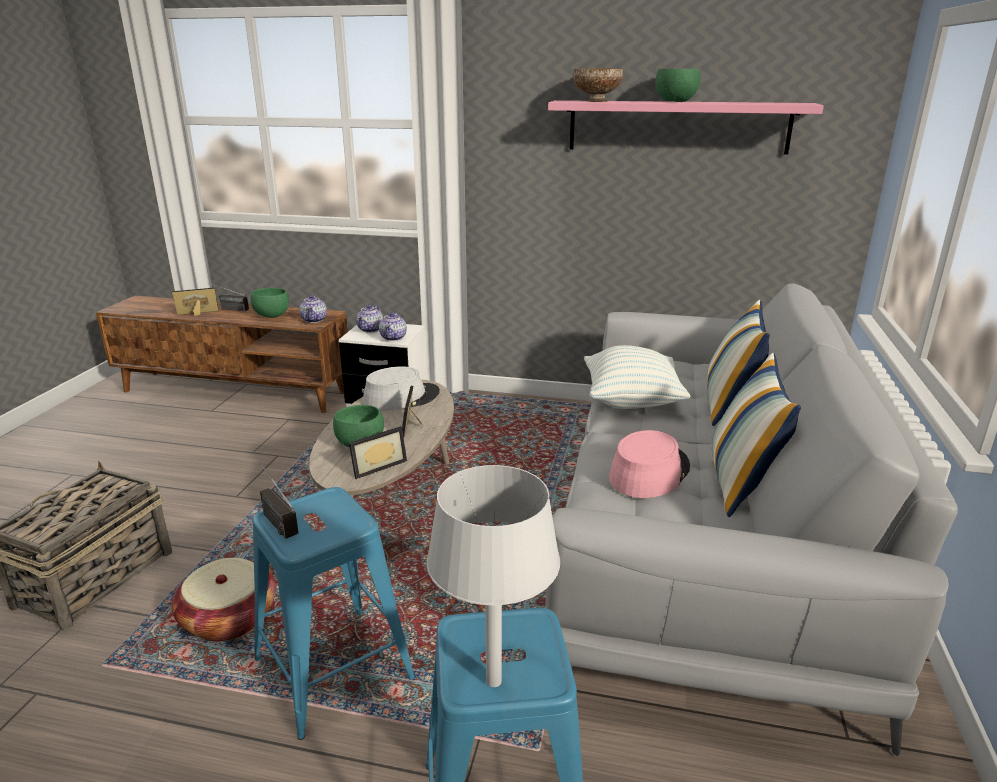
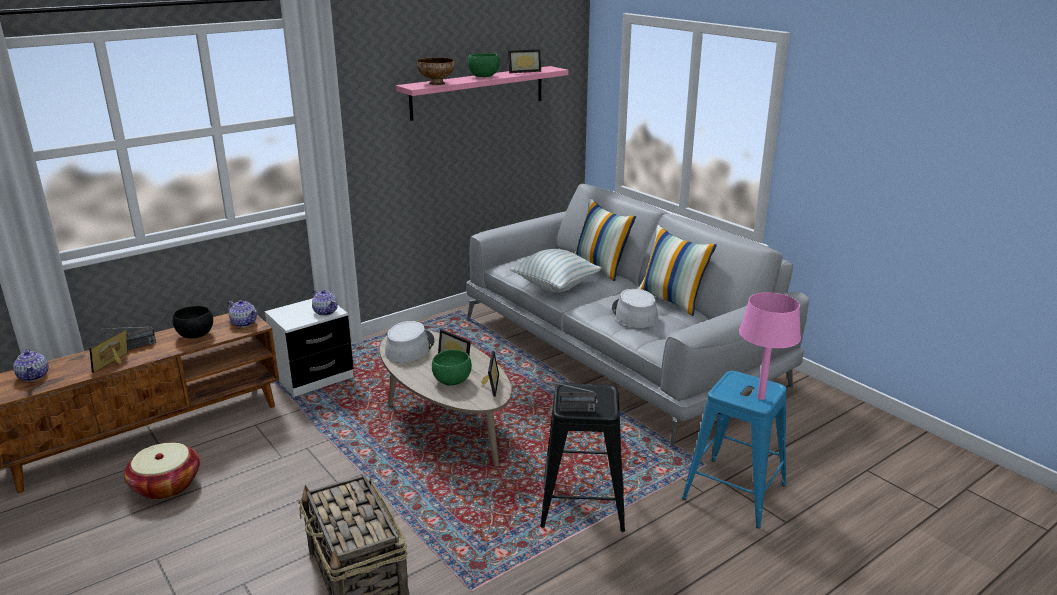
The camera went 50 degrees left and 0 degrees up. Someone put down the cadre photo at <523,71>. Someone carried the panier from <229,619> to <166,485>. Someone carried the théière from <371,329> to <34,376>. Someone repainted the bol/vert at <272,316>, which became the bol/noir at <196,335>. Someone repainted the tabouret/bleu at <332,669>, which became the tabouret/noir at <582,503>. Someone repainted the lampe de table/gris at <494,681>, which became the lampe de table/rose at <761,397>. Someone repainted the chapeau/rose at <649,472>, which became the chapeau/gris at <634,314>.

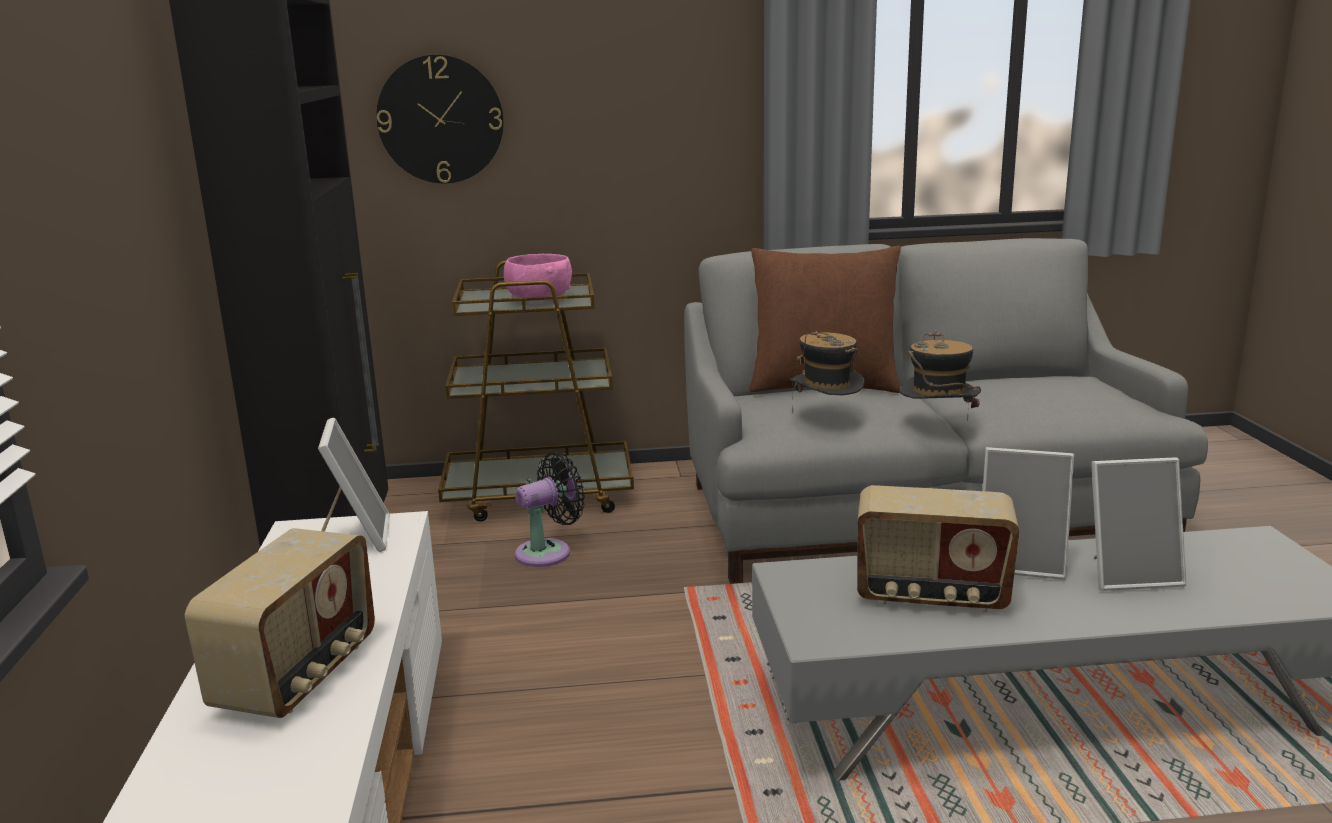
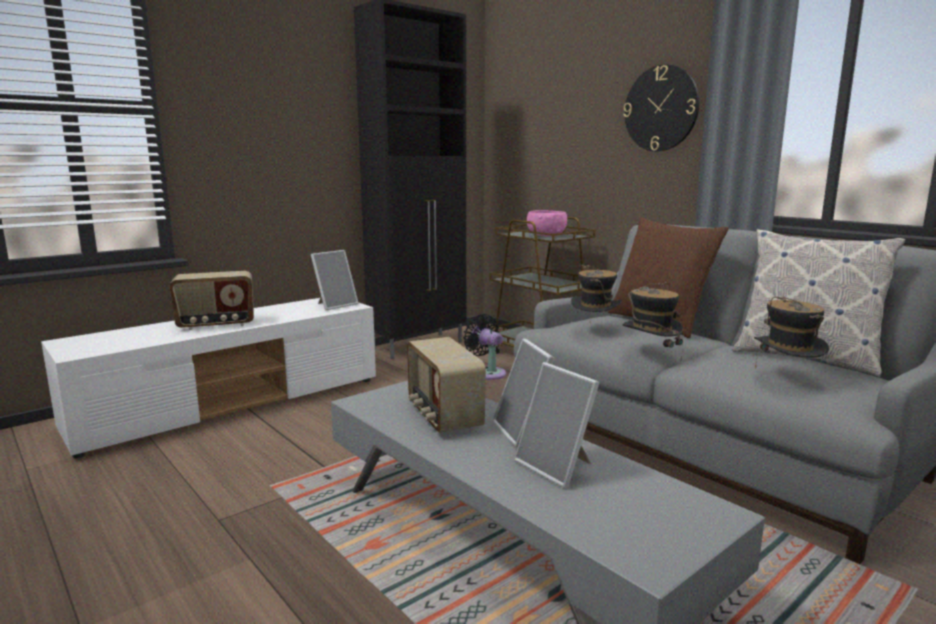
The camera went 55 degrees right and 5 degrees down. Someone put down the coussin at <805,358>. Someone put down the chapeau at <785,379>. Someone carried the horloge murale from <440,119> to <661,108>. Someone rotated the ventilateur/noir at <548,552> by 150 degrees counterclockwise.

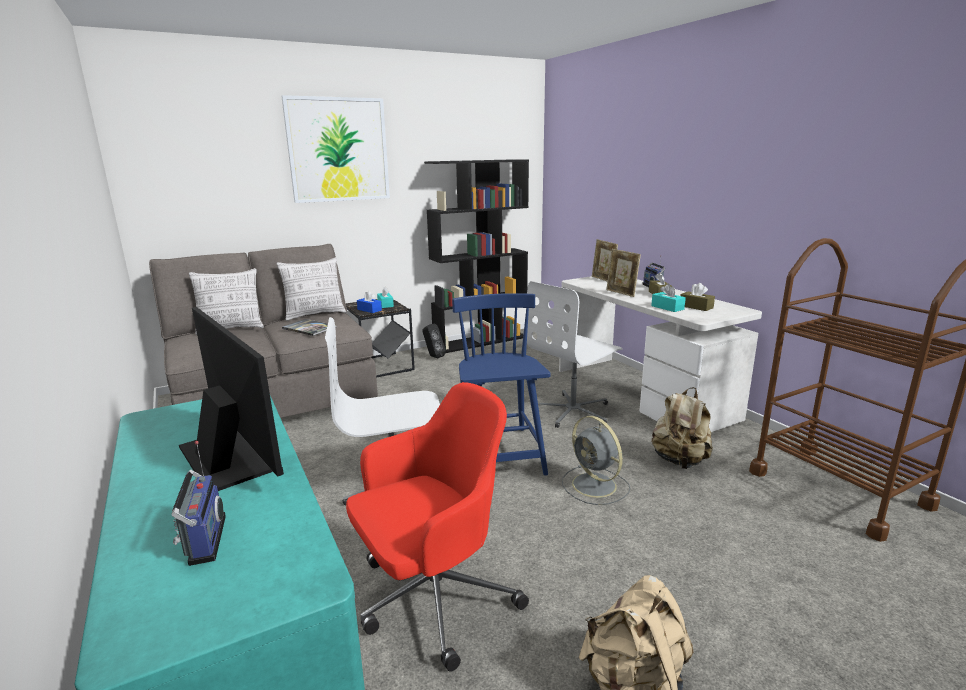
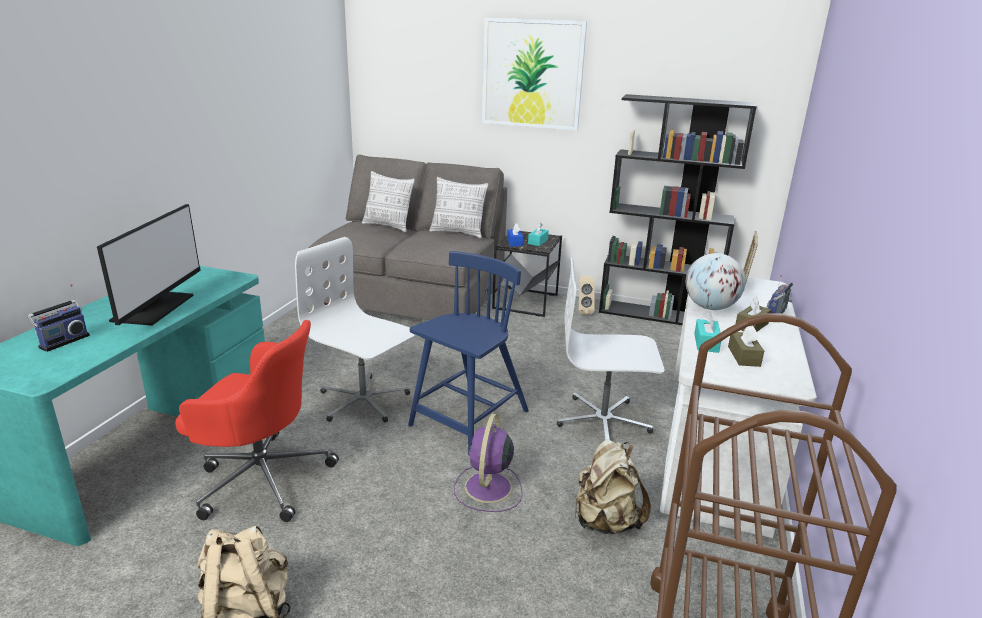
The camera went 45 degrees right and 5 degrees up. Someone took away the livre at <309,328>. Someone swapped the cadre photo at <621,293> for the globe at <710,307>. Someone repainted the enceinte/noir at <433,356>, which became the enceinte/beige at <583,311>. Someone repainted the ventilateur/gris at <595,486>, which became the ventilateur/violet at <488,488>.

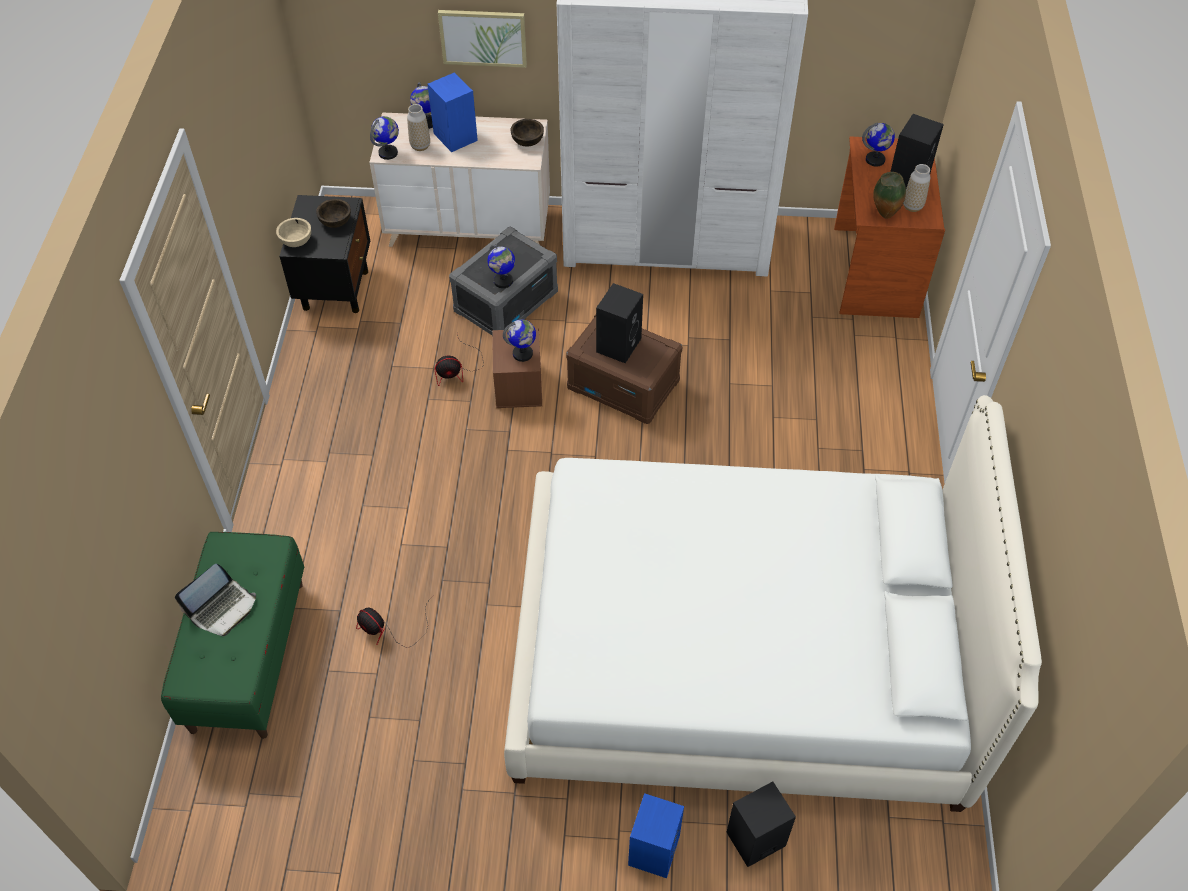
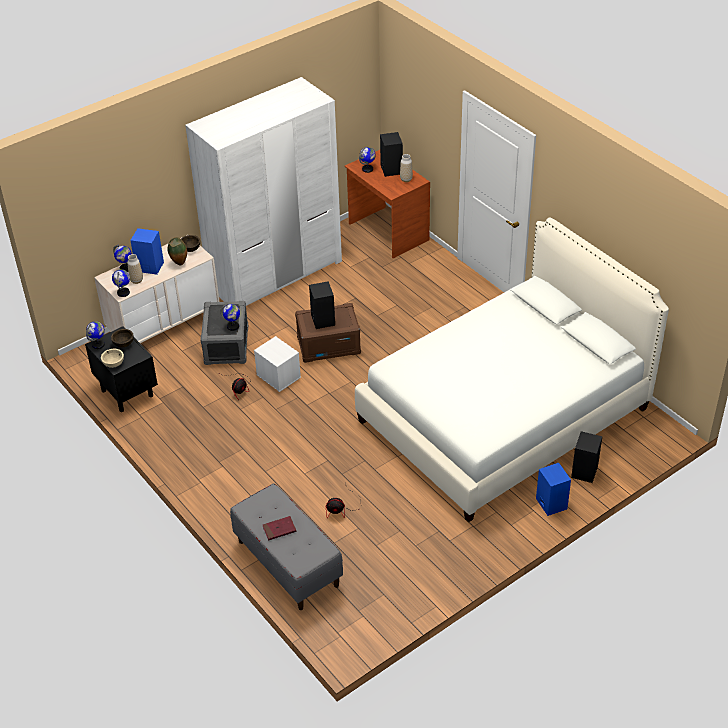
The camera went 40 degrees left and 10 degrees down. Someone took away the tableau at <483,37>. Someone carried the globe from <523,354> to <98,344>. Someone carried the vase from <884,216> to <179,264>. Someone swapped the ordinateur portable at <222,608> for the livre/rouge at <279,529>. Someone repainted the banc/vert at <247,655>, which became the banc/gris at <287,563>. Someone repainted the boîte de rangement/marron at <517,385>, which became the boîte de rangement/blanc at <278,376>.

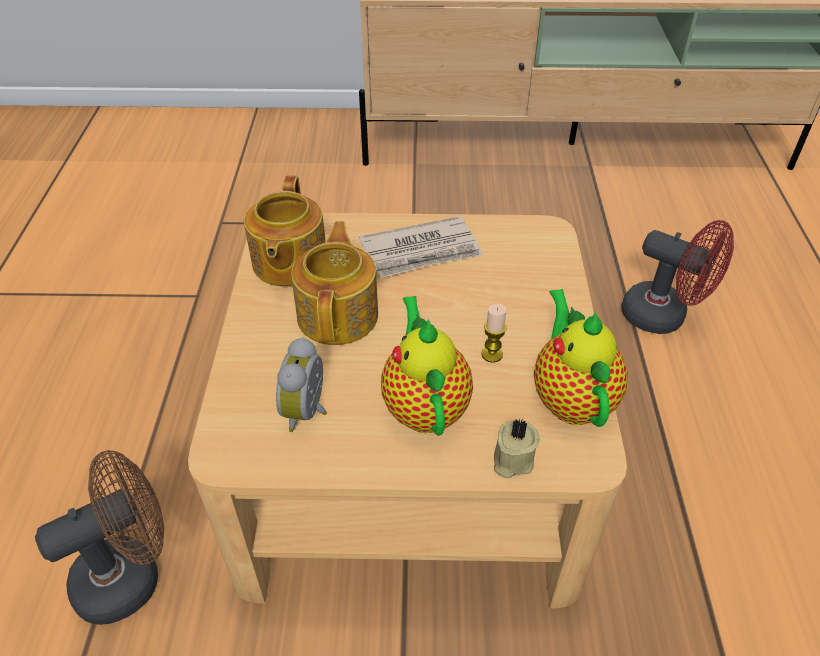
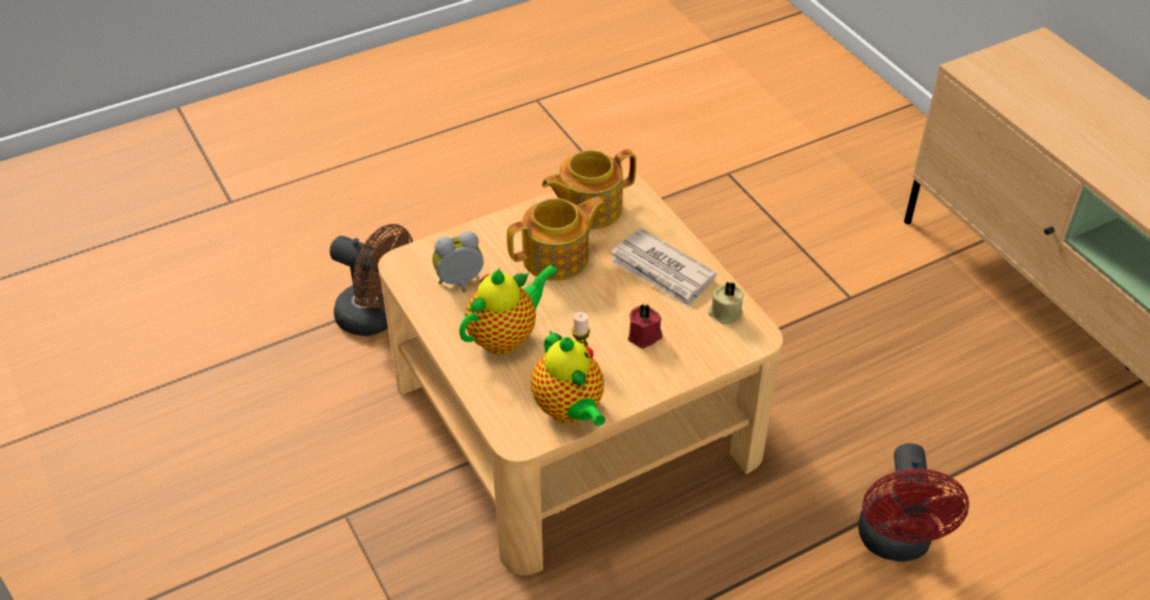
The camera went 60 degrees right and 0 degrees up. Someone put down the bougie/rouge at <645,336>. Someone carried the bougie/beige from <511,460> to <725,313>. Someone rotated the théière at <571,397> by 105 degrees clockwise.

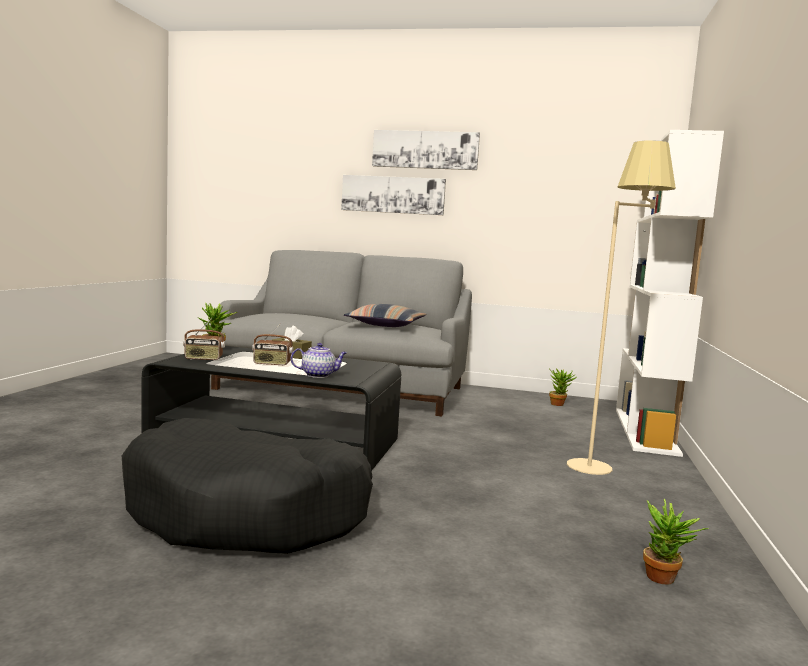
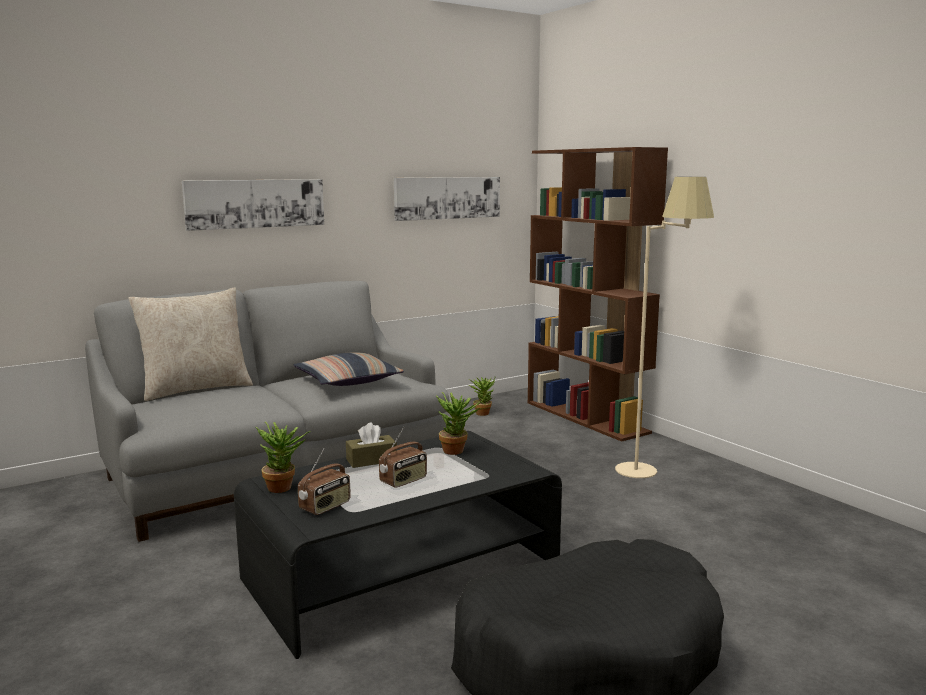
The camera went 45 degrees left and 5 degrees up. Someone took away the théière at <319,375>. Someone put down the coussin/beige at <196,389>. Someone carried the tableau from <425,150> to <447,198>. Someone carried the plante en pot from <666,580> to <457,451>. Someone repainted the bibliothèque/blanc at <646,431>, which became the bibliothèque/marron at <587,417>.

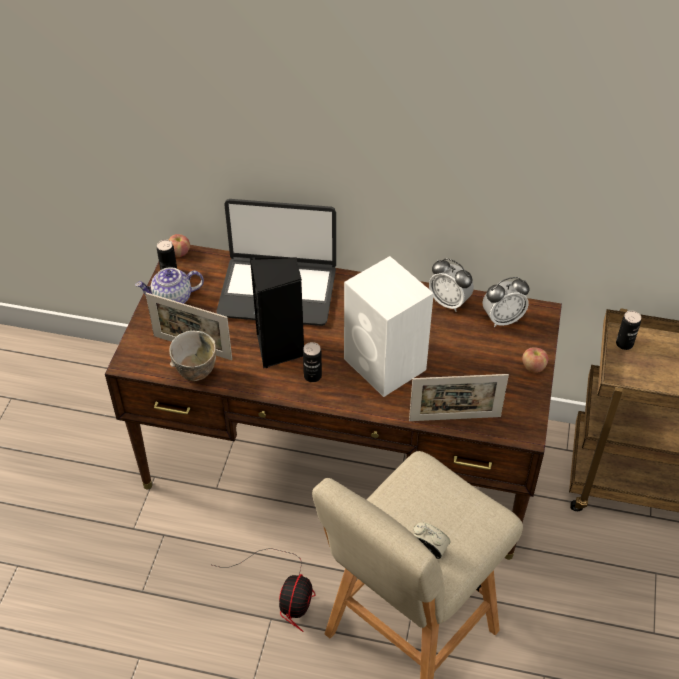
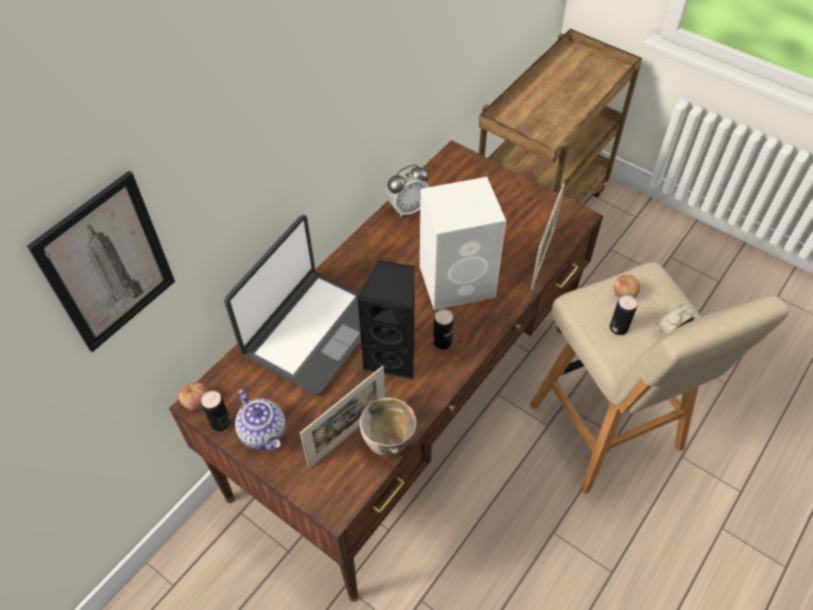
The camera went 65 degrees left and 5 degrees up. Someone took away the ventilateur at <285,593>. Someone took away the réveil at <502,319>. Someone put up the tableau at <108,264>. Someone carried the pomme from <533,367> to <624,294>. Someone carried the boîte métallique from <624,344> to <618,328>. Someone rotated the théière at <172,299> by 45 degrees counterclockwise.

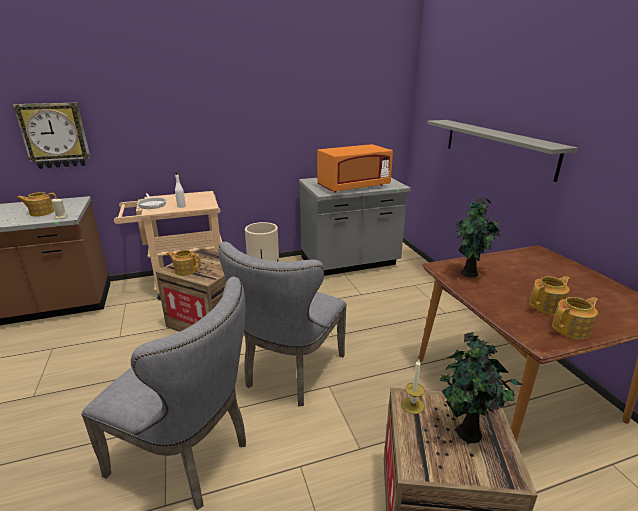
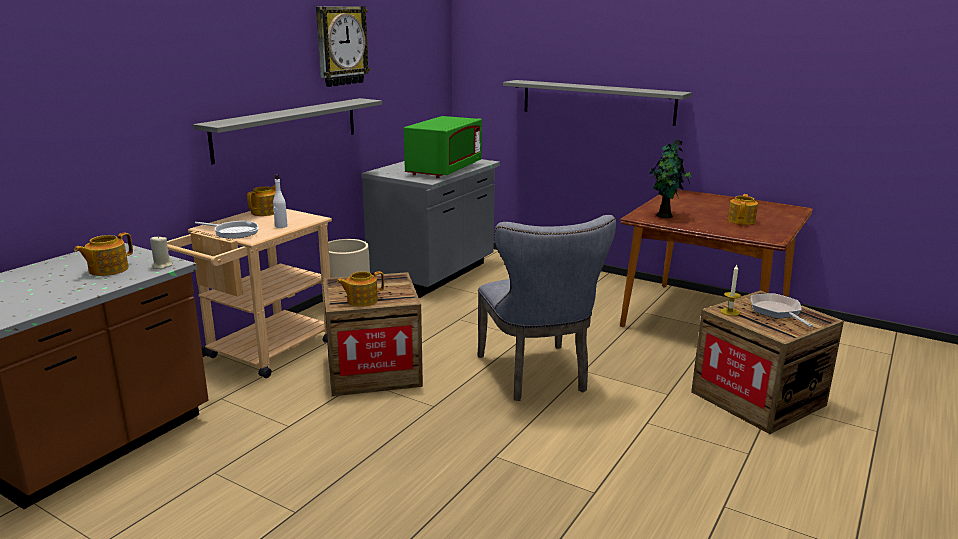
The camera went 40 degrees left and 5 degrees down. Someone took away the chaise/gris at <189,457>. Someone put up the étagère/gris at <288,128>. Someone carried the horloge murale from <55,135> to <341,46>. Someone carried the théière from <571,329> to <266,212>. Someone swapped the plante en pot at <466,433> for the poêle at <777,311>. Someone repainted the micro-ondes/orange at <353,187>, which became the micro-ondes/vert at <444,170>.

